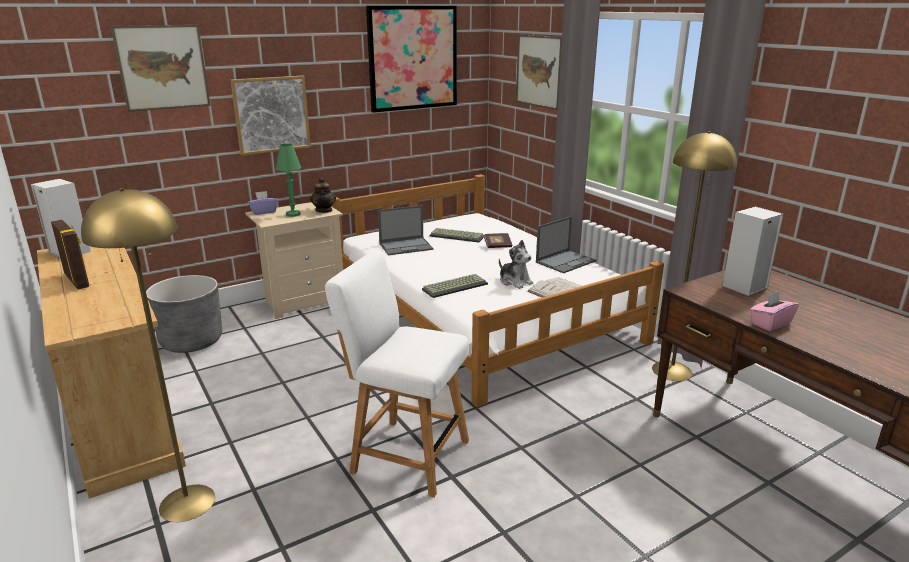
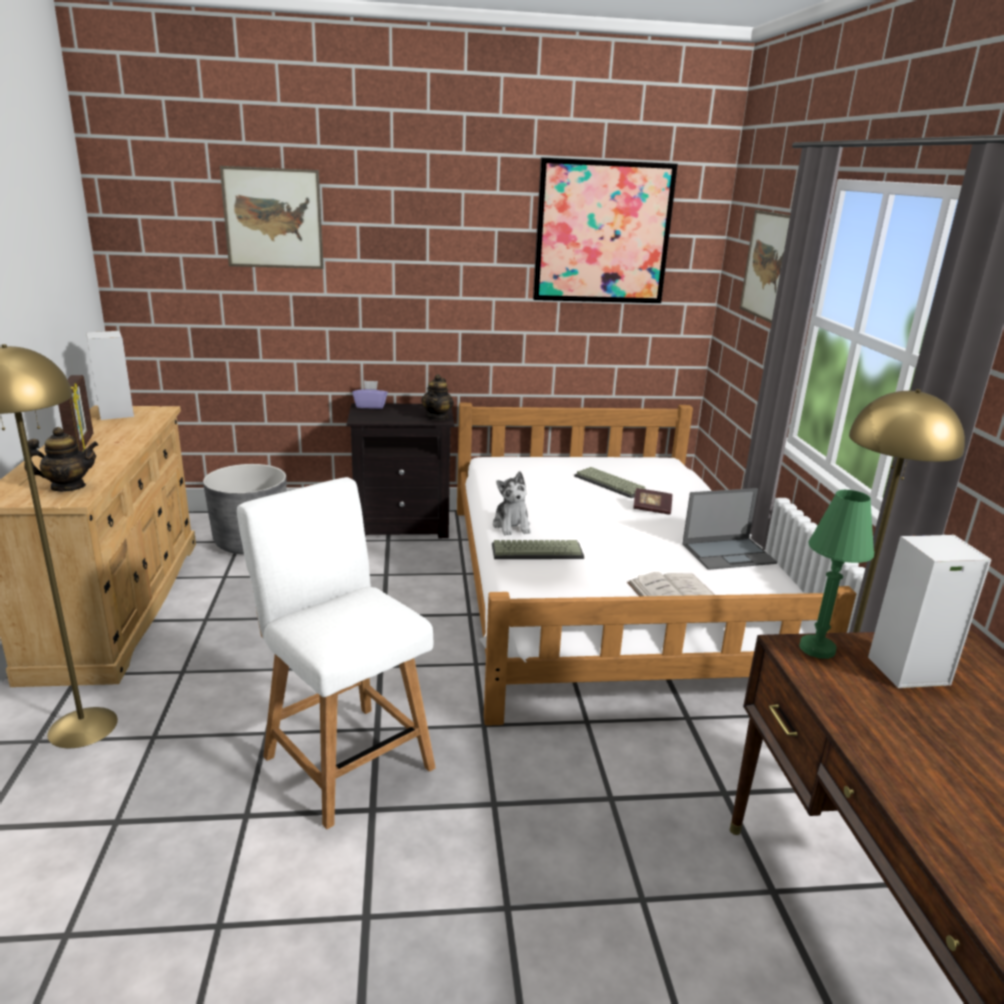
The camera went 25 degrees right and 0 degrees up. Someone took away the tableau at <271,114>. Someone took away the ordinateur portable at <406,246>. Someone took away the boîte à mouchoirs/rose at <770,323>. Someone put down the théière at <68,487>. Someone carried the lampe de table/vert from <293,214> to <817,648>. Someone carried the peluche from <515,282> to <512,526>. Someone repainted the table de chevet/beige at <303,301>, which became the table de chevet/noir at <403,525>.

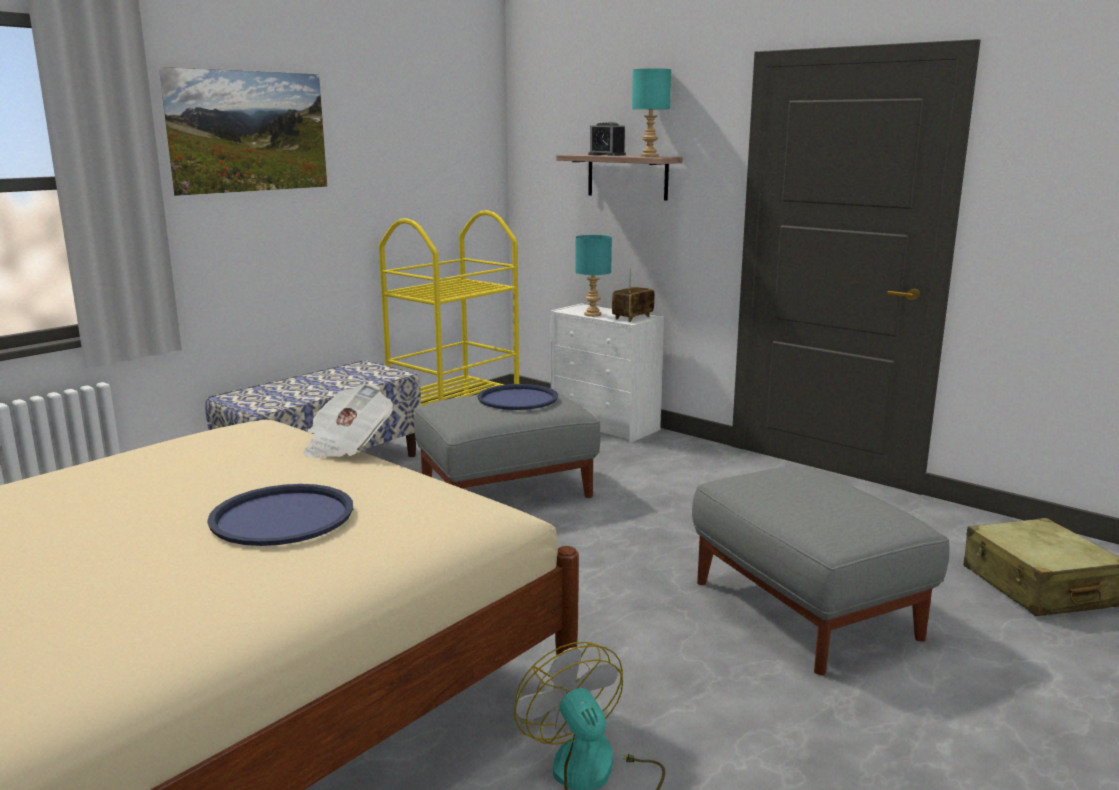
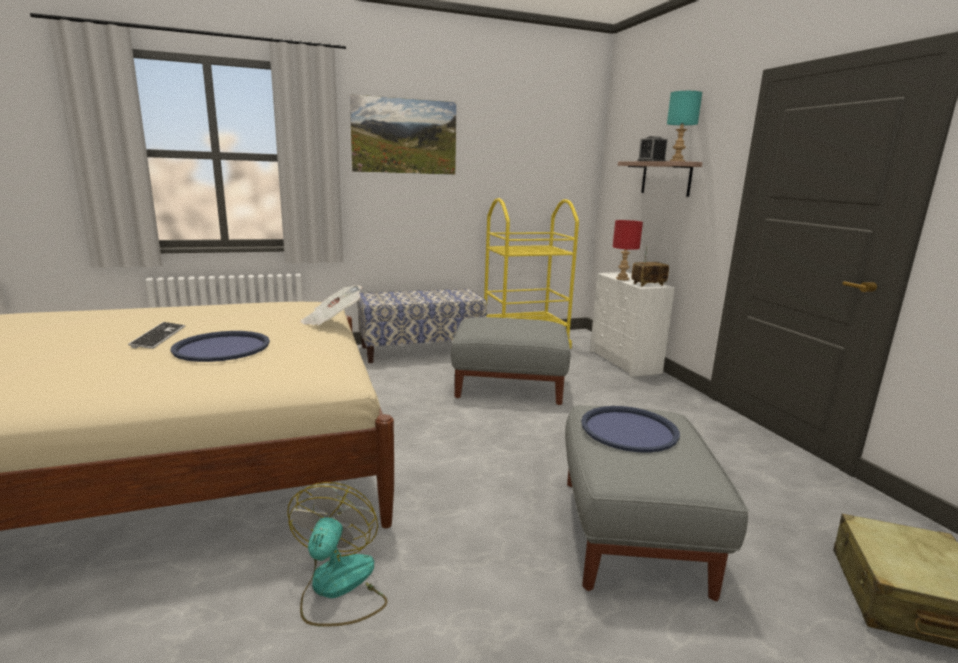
The camera went 30 degrees right and 0 degrees up. Someone put down the clavier at <159,337>. Someone carried the plateau/bleu from <518,399> to <629,430>. Someone repainted the lampe de table/turquoise at <593,315>, which became the lampe de table/rouge at <622,279>.

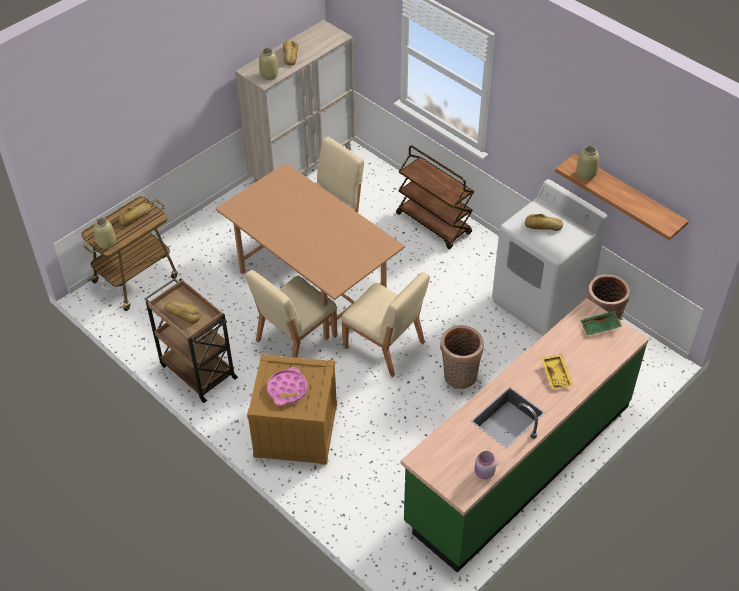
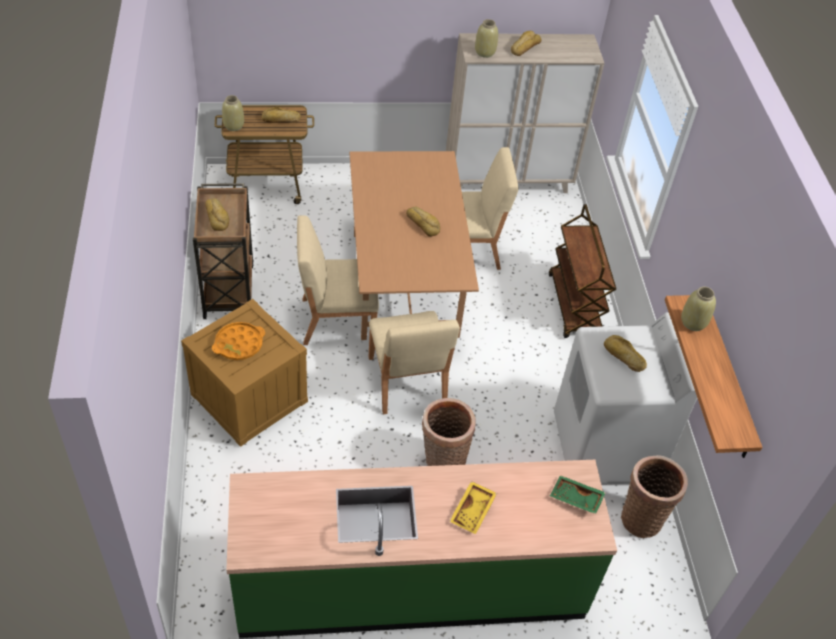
The camera went 35 degrees right and 0 degrees up. Someone took away the bocal/rose at <484,473>. Someone put down the pain at <423,223>. Someone repainted the plateau/rose at <287,389>, which became the plateau/orange at <239,344>.

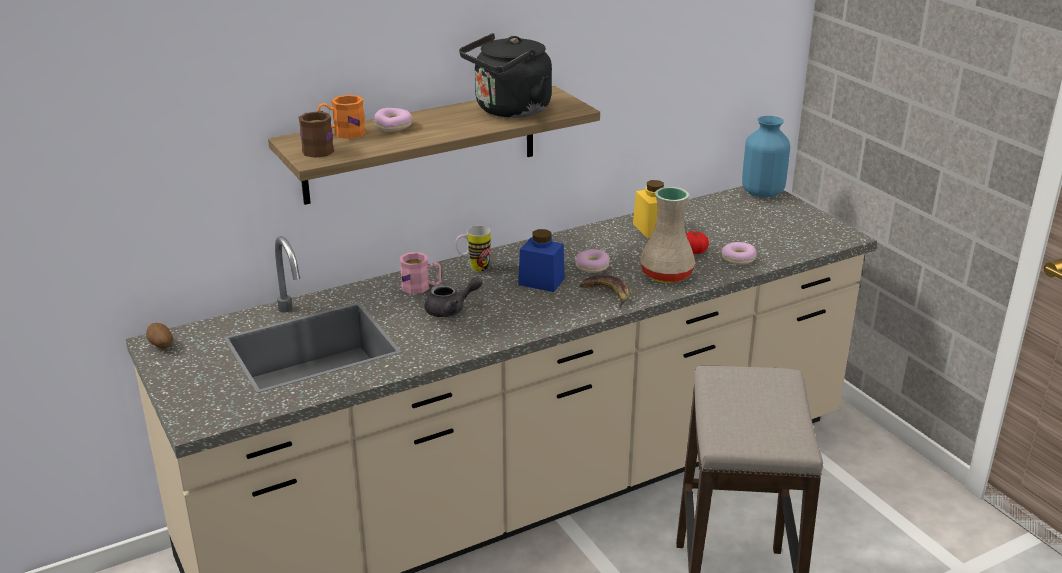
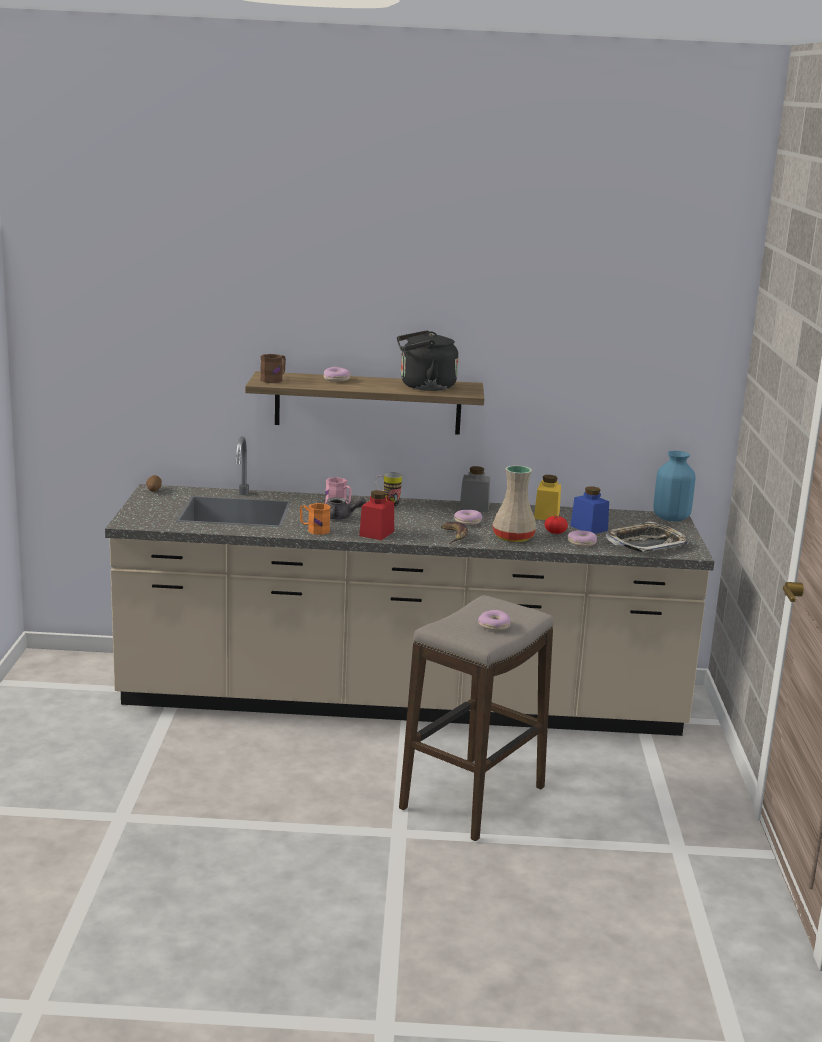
The camera went 30 degrees right and 10 degrees down. Someone put down the bocal/rouge at <376,533>. Someone put down the bocal/gris at <474,506>. Someone put down the beignet at <494,626>. Someone put down the plateau at <646,543>. Someone carried the mug/orange from <343,133> to <314,530>. Someone carried the bocal/bleu from <541,281> to <589,528>.

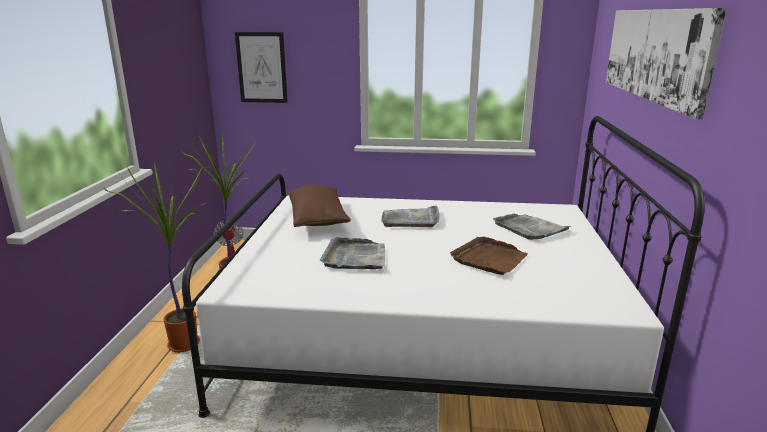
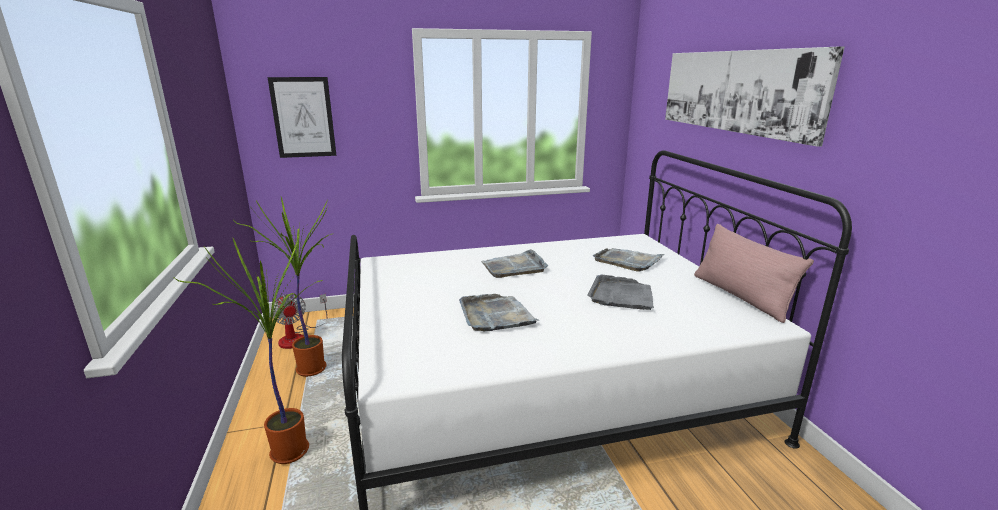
The camera went 20 degrees left and 0 degrees up. Someone took away the coussin/marron at <317,219>. Someone put down the coussin/rose at <740,296>. Someone repainted the plateau/marron at <489,259>, which became the plateau/gris at <621,296>.

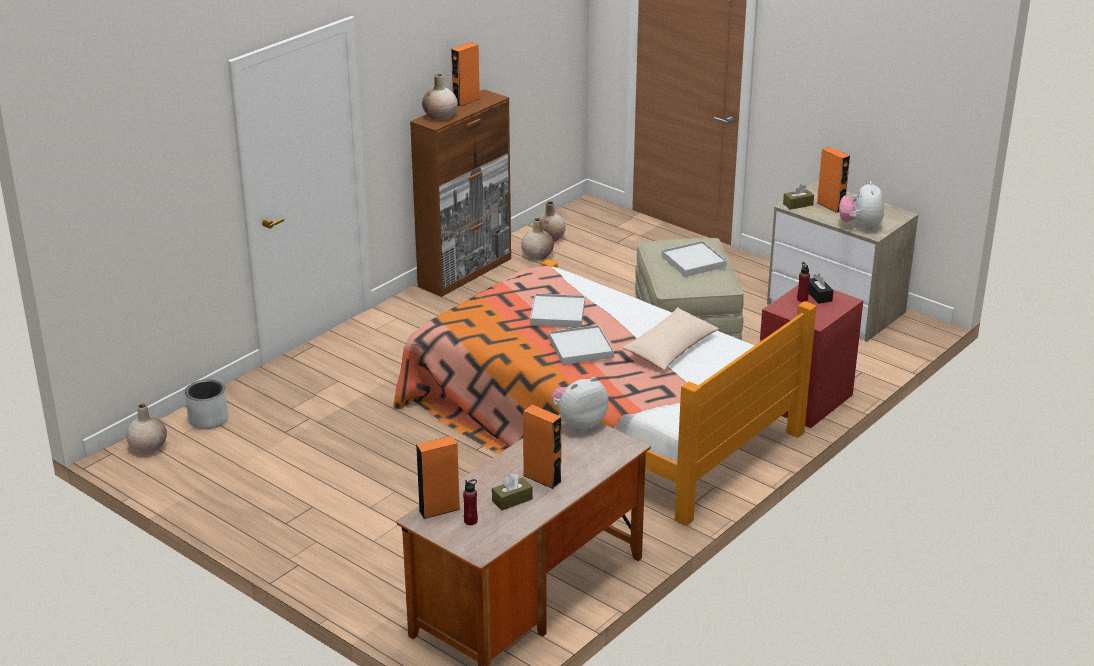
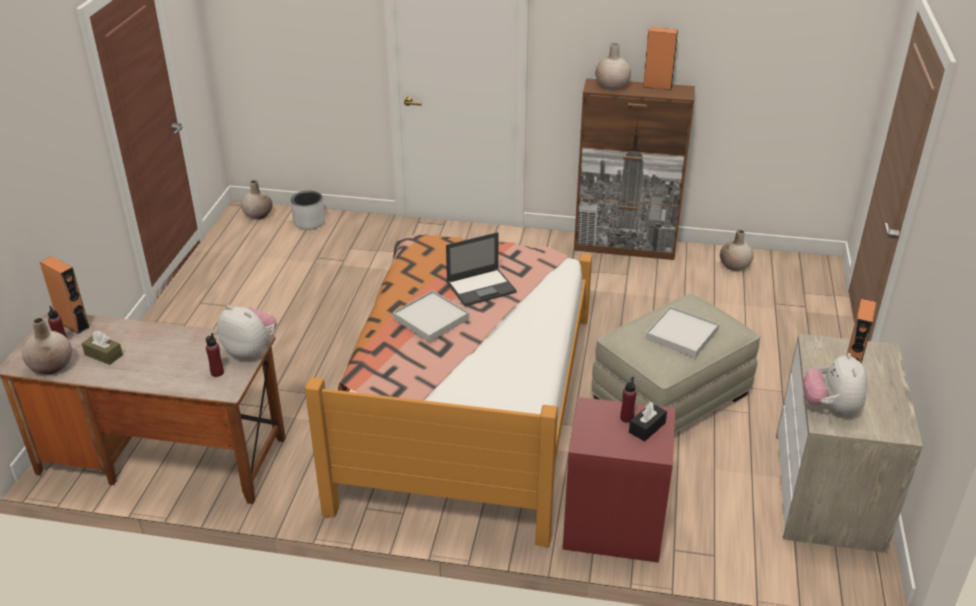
The camera went 60 degrees right and 5 degrees up. Someone took away the enceinte/orange at <542,478>. Someone took away the coussin/beige at <670,348>. Someone took away the boîte à mouchoirs/marron at <798,204>. Someone put down the bouteille/rouge at <217,373>. Someone carried the vase/beige from <537,255> to <52,366>. Someone swapped the plateau/blanc at <557,313> for the ordinateur portable at <482,287>. Someone rotated the peluche at <860,225> by 60 degrees counterclockwise.

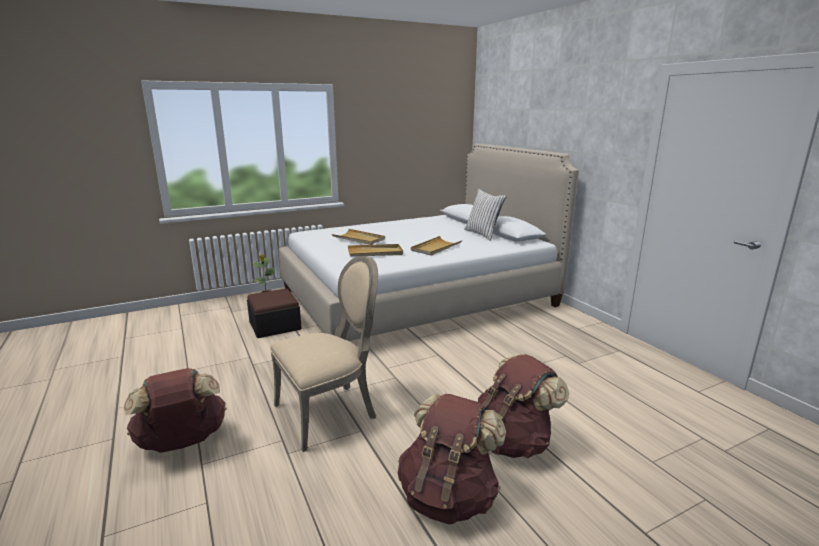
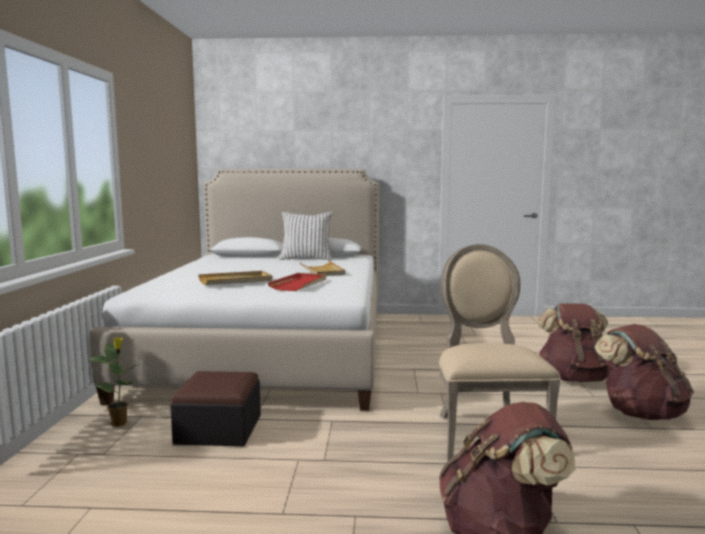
The camera went 60 degrees left and 10 degrees down. Someone repainted the plateau/beige at <375,253>, which became the plateau/rouge at <299,284>.

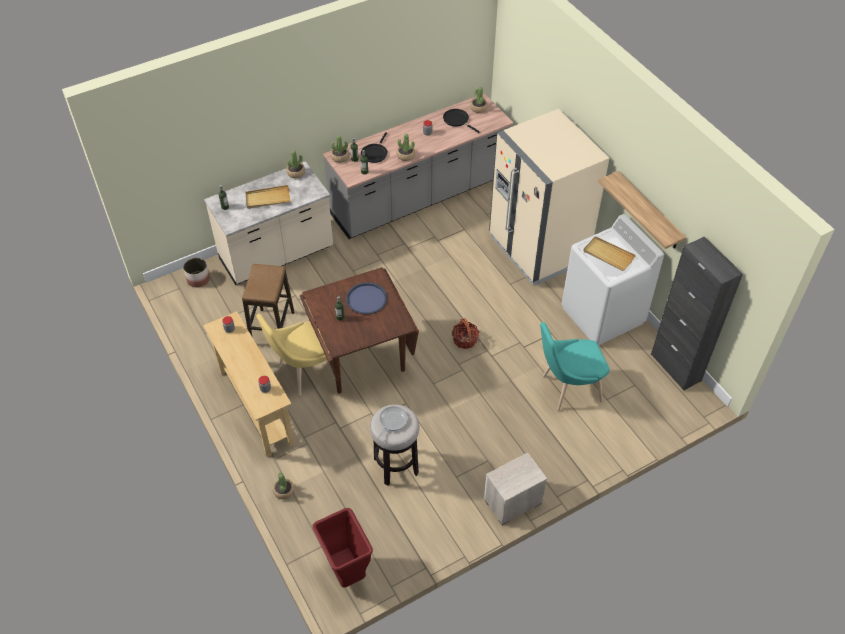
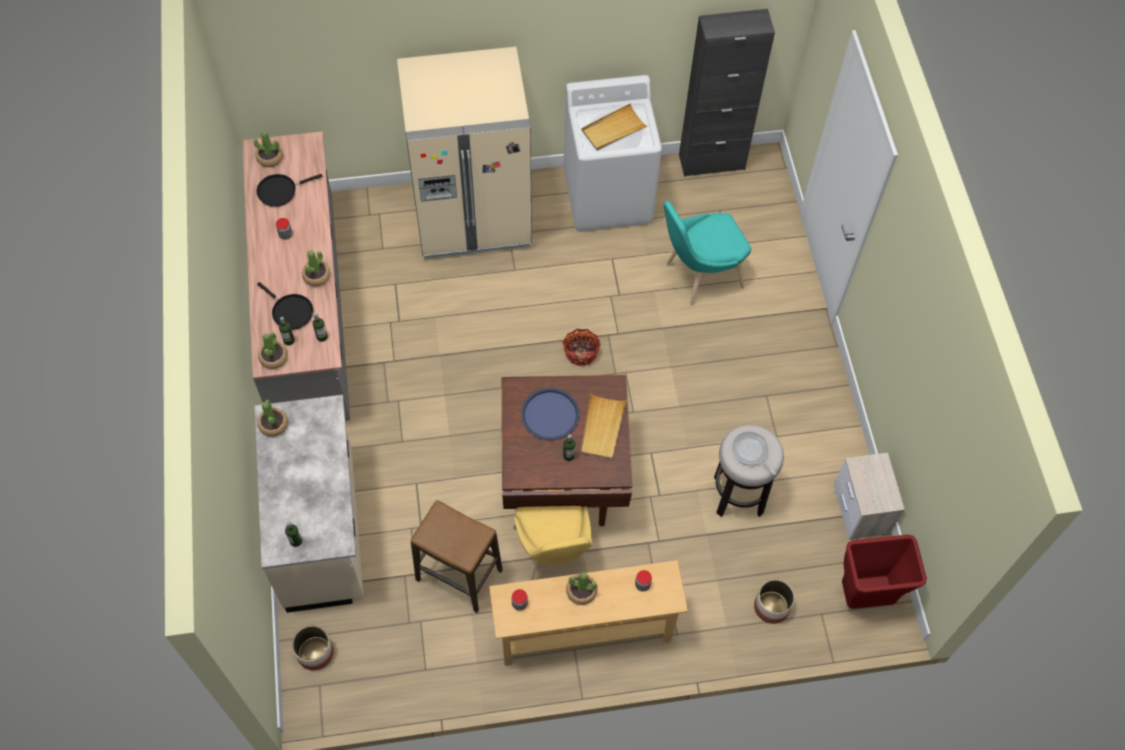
The camera went 70 degrees left and 10 degrees up. Someone took away the étagère at <649,211>. Someone put down the cache-pot at <771,607>. Someone carried the plateau/beige from <268,198> to <602,428>. Someone carried the plante en pot from <284,491> to <581,591>. Someone carried the table de chevet from <511,501> to <861,510>. Someone rotated the chaise/turquoise at <567,389> by 60 degrees clockwise.

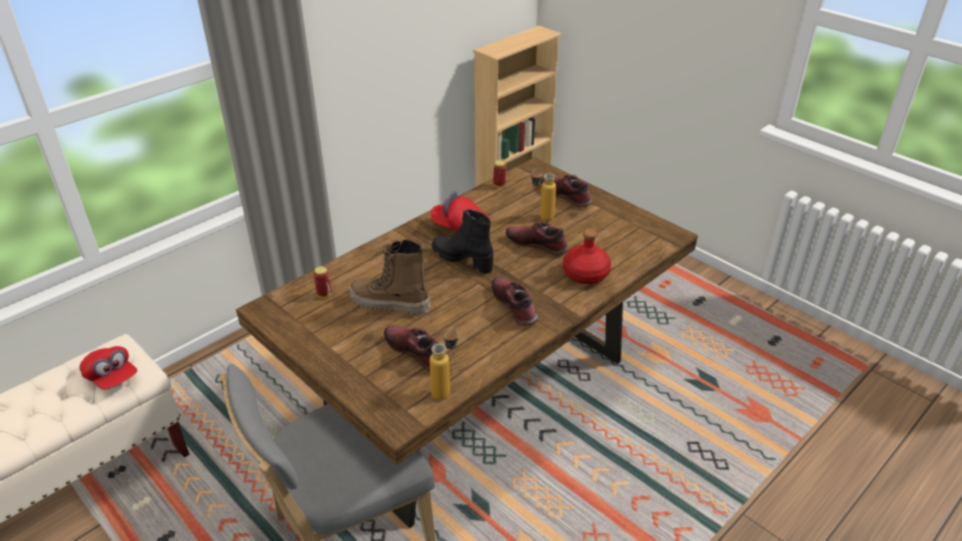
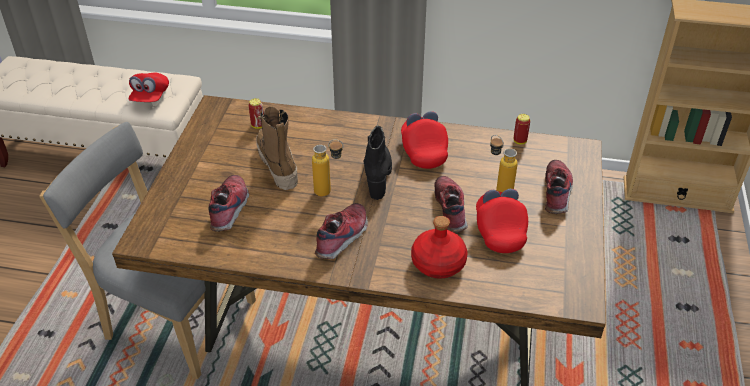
The camera went 55 degrees right and 5 degrees up. Someone put down the casquette/rouge at <499,230>. Someone carried the bouteille from <446,389> to <329,192>.

